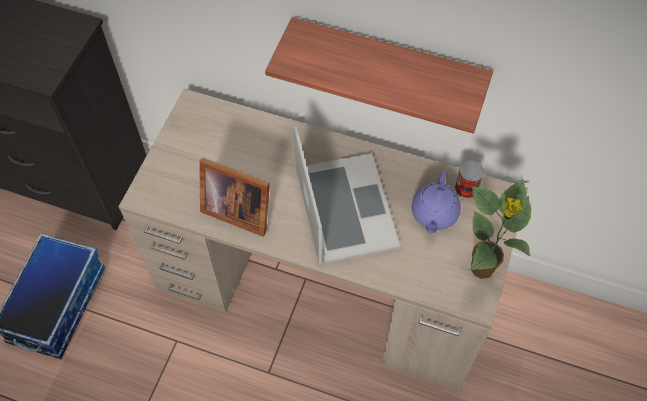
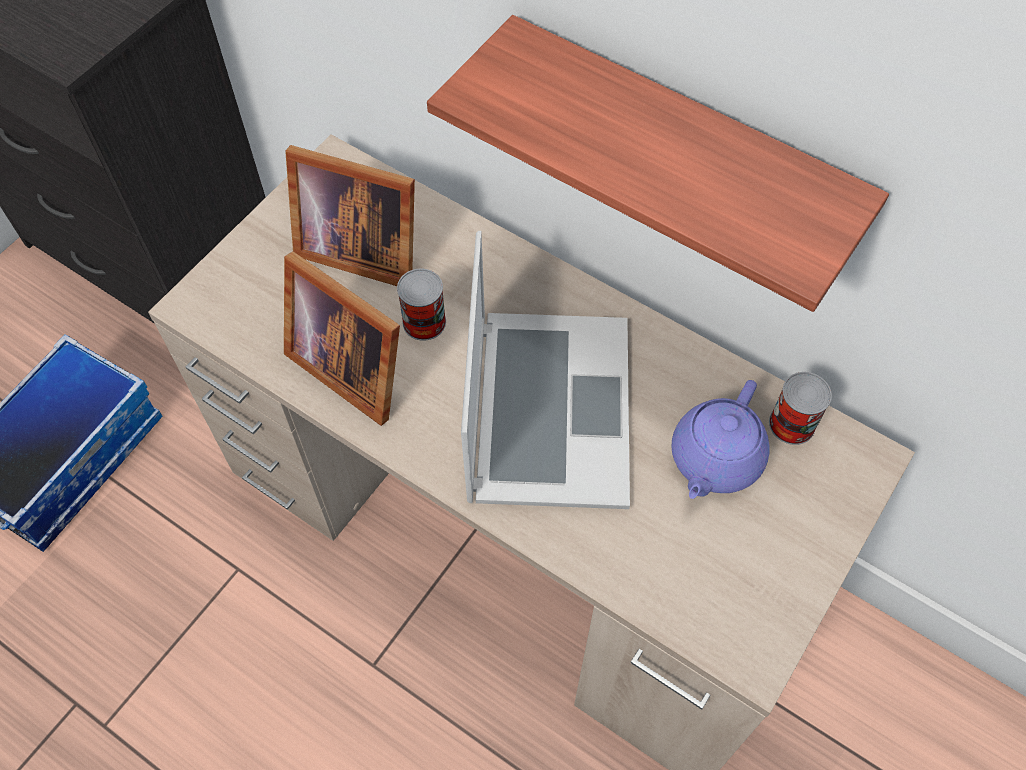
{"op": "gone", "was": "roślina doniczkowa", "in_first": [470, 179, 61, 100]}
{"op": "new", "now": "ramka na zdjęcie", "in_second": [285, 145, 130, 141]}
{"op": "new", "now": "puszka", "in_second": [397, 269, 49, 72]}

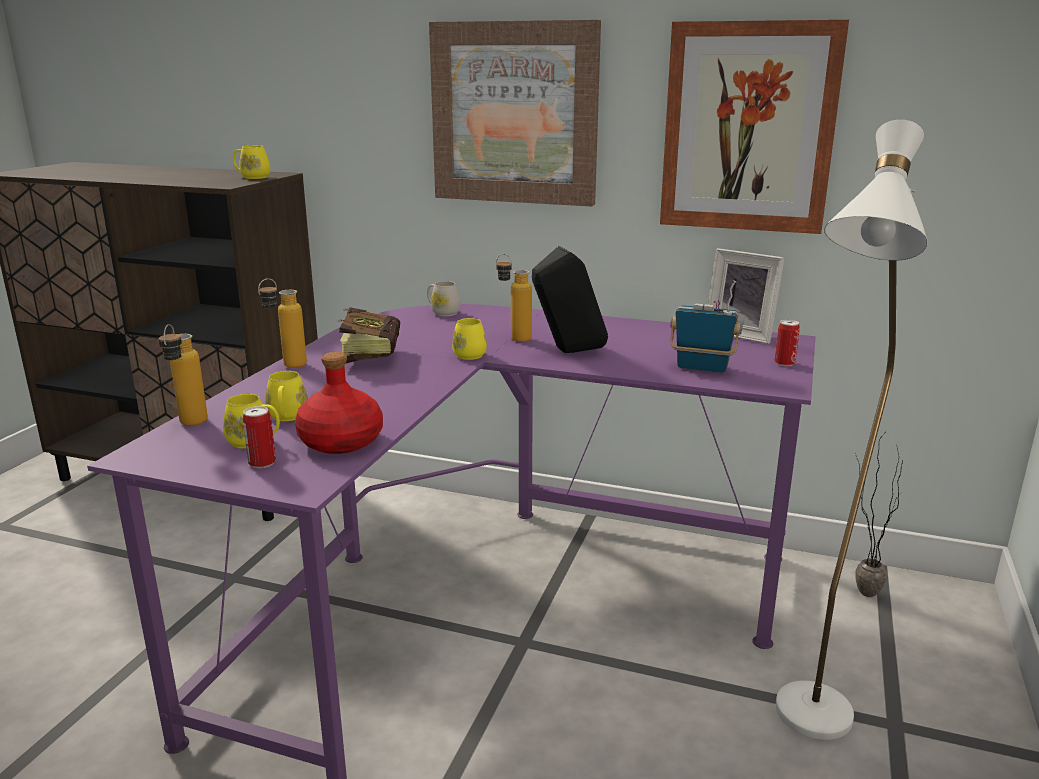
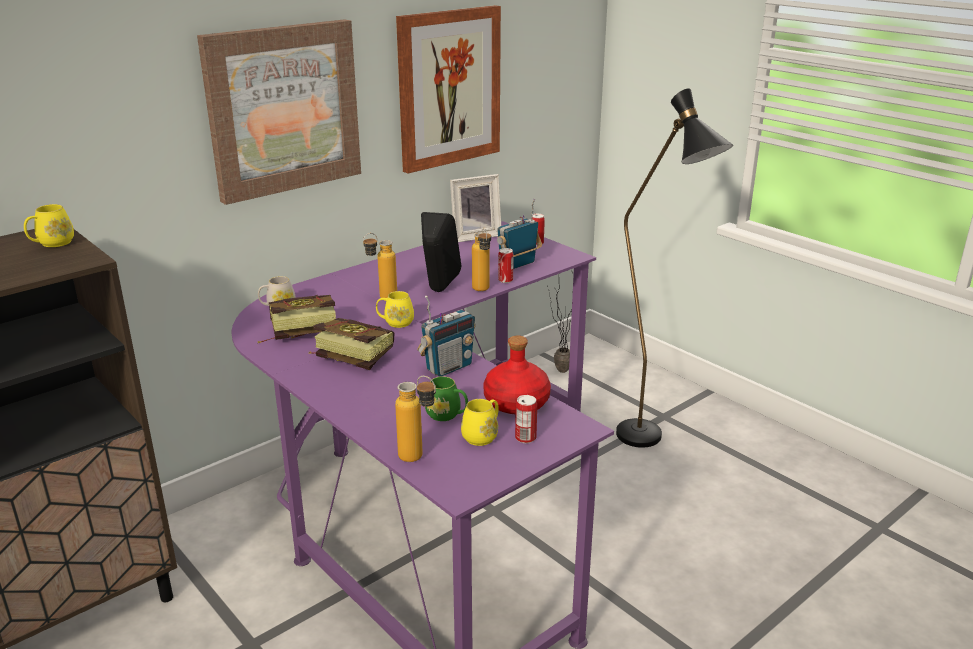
{"op": "new", "now": "książka", "in_second": [258, 295, 78, 48]}
{"op": "new", "now": "radio", "in_second": [417, 296, 59, 81]}
{"op": "new", "now": "puszka", "in_second": [498, 248, 16, 35]}
{"op": "shifted", "was": "butelka", "in_first": [258, 278, 49, 90], "in_second": [472, 227, 19, 64]}
{"op": "repainted", "was": "kubek [żółty]", "now": "kubek [zielony]", "in_first": [265, 370, 43, 51], "in_second": [425, 376, 43, 45]}
{"op": "repainted", "was": "lampa stojąca [biały]", "now": "lampa stojąca [czarny]", "in_first": [776, 120, 152, 620], "in_second": [616, 89, 117, 359]}

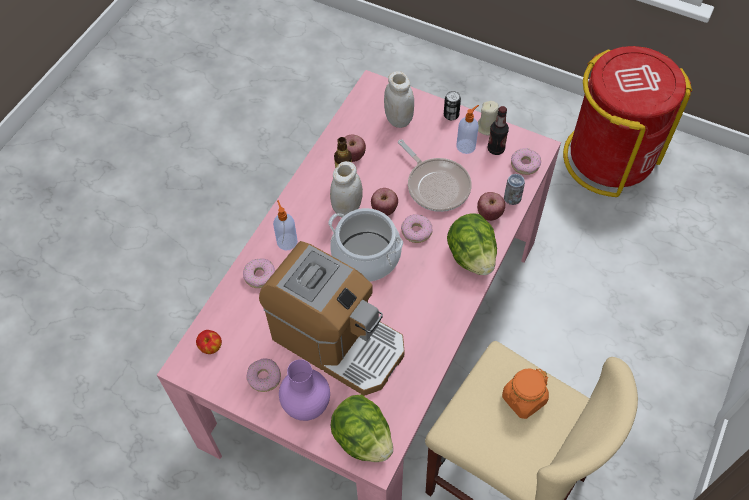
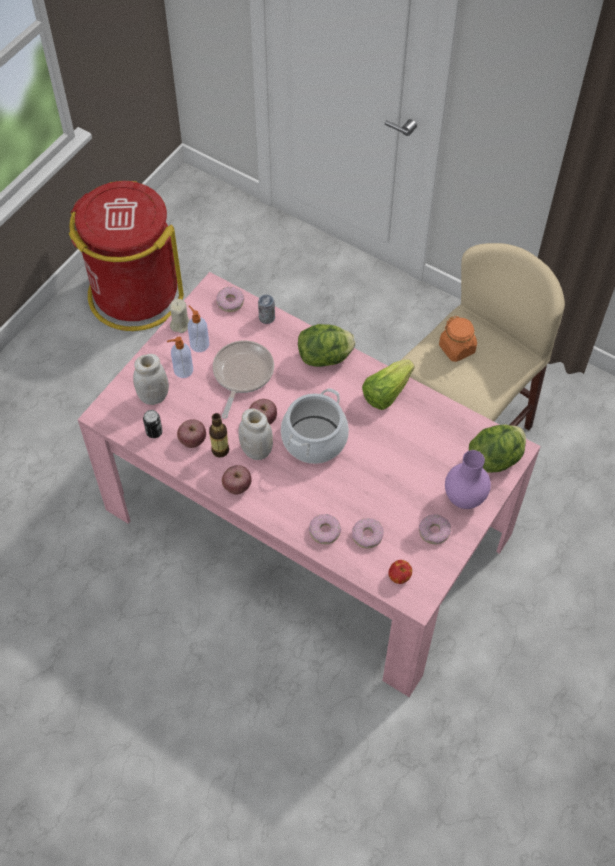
{"op": "gone", "was": "ekspres do kawy", "in_first": [259, 241, 145, 155]}
{"op": "gone", "was": "butelka", "in_first": [487, 106, 22, 49]}
{"op": "new", "now": "sałata", "in_second": [362, 359, 52, 51]}
{"op": "shifted", "was": "dozownik mydła", "in_first": [273, 200, 25, 51], "in_second": [167, 337, 26, 41]}
{"op": "shifted", "was": "donut", "in_first": [401, 214, 32, 29], "in_second": [352, 518, 32, 30]}
{"op": "shifted", "was": "puszka", "in_first": [444, 91, 17, 29], "in_second": [143, 410, 20, 28]}
{"op": "shifted", "was": "jabłko", "in_first": [477, 192, 28, 29], "in_second": [222, 465, 30, 29]}
{"op": "rotated", "was": "patelnia", "in_first": [398, 140, 74, 72], "in_second": [213, 340, 61, 79], "clockwise": -45}

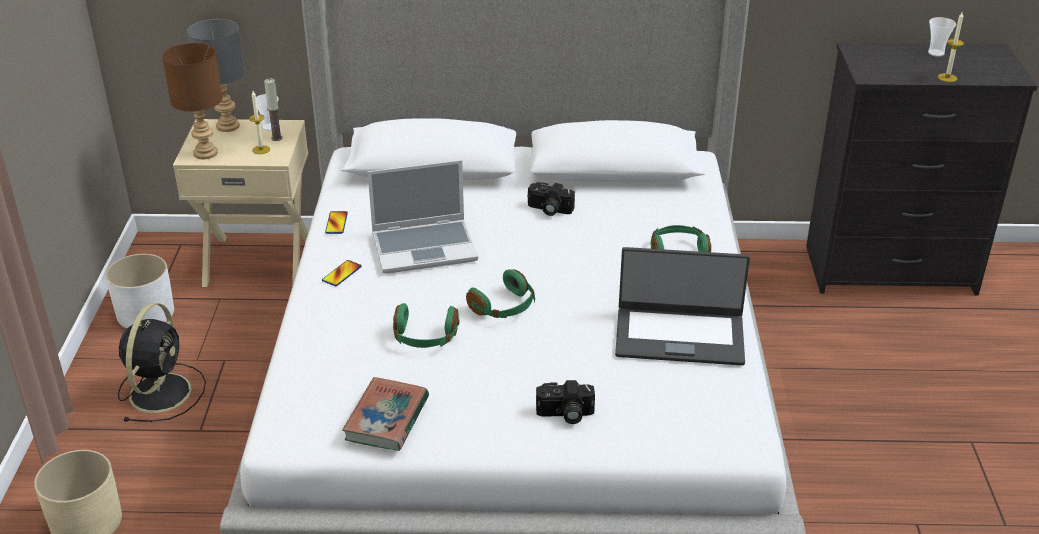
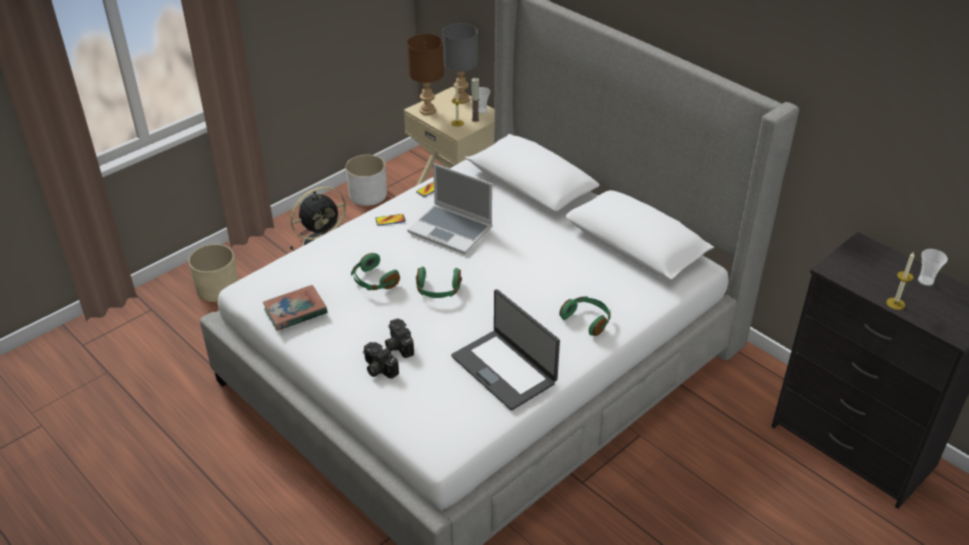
{"op": "shifted", "was": "aparat fotograficzny", "in_first": [527, 182, 48, 34], "in_second": [385, 318, 29, 40]}

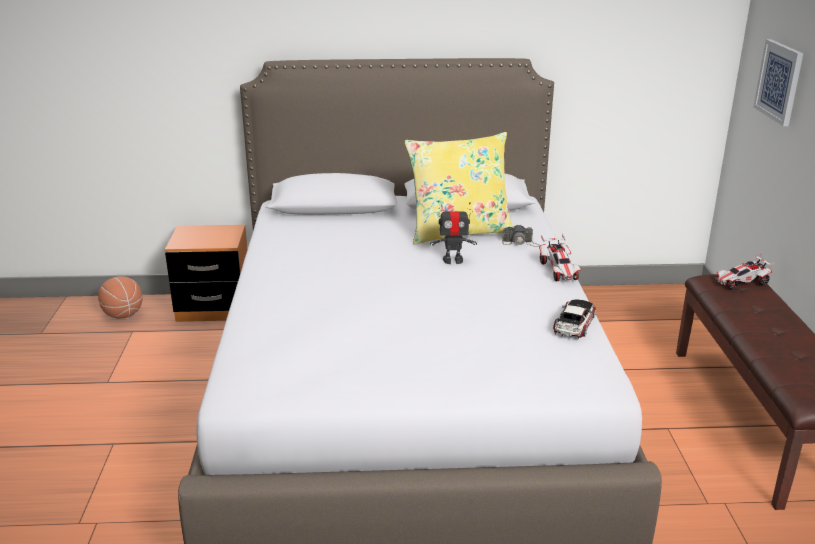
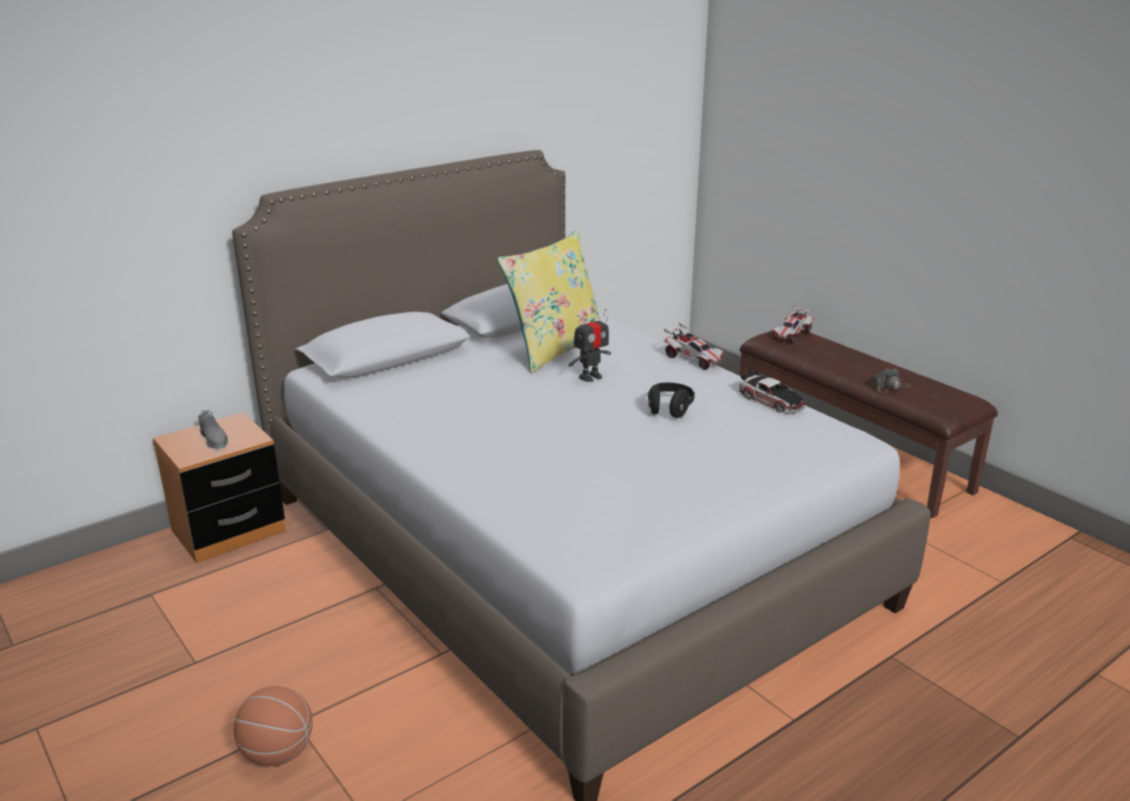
{"op": "gone", "was": "obraz", "in_first": [753, 39, 50, 87]}
{"op": "new", "now": "but [szary]", "in_second": [198, 410, 30, 39]}
{"op": "new", "now": "słuchawki [czarny]", "in_second": [648, 383, 47, 35]}
{"op": "shifted", "was": "piłka do koszykówki", "in_first": [98, 276, 45, 42], "in_second": [234, 686, 79, 80]}
{"op": "shifted", "was": "aparat fotograficzny", "in_first": [502, 224, 38, 23], "in_second": [873, 368, 37, 25]}
{"op": "rotated", "was": "samochodzik", "in_first": [553, 300, 43, 39], "in_second": [739, 370, 66, 44], "clockwise": 150}

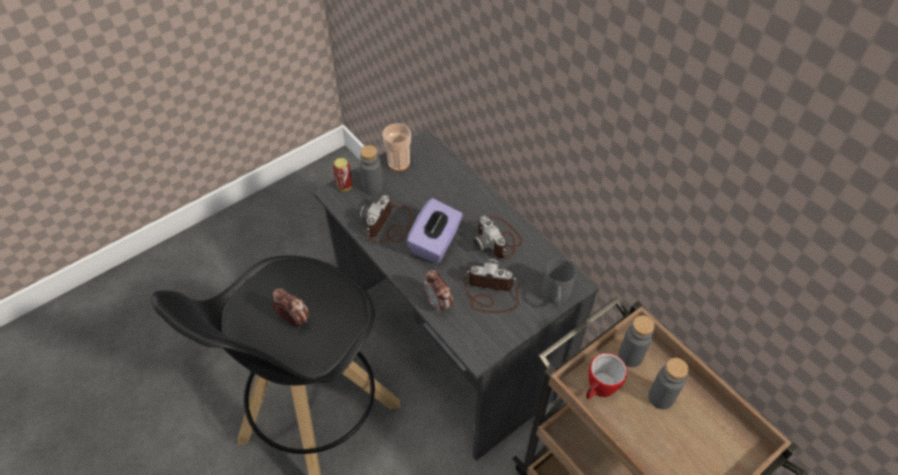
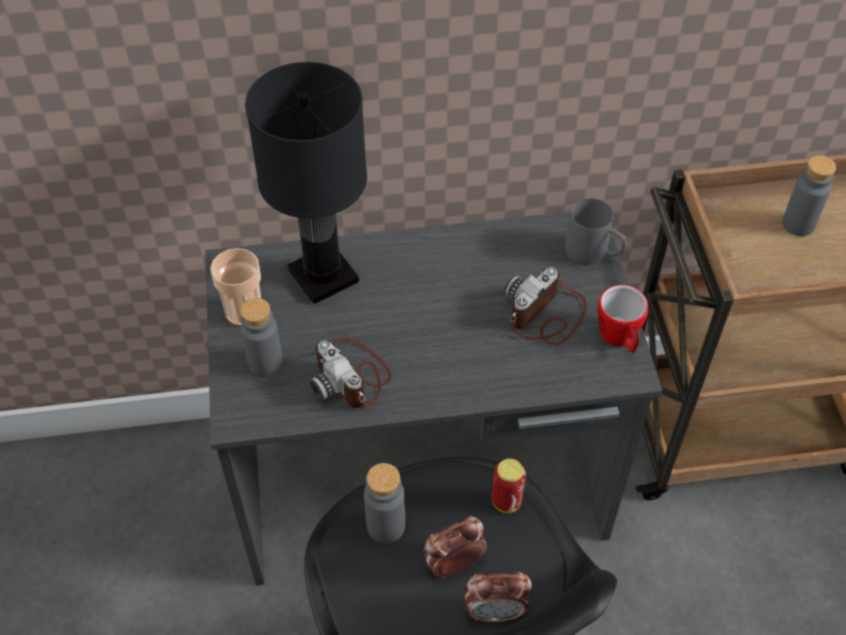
{"op": "gone", "was": "pudełko chusteczek [fioletowy]", "in_first": [406, 198, 57, 65]}
{"op": "gone", "was": "aparat fotograficzny", "in_first": [473, 216, 49, 42]}
{"op": "new", "now": "lampa stołowa [czarny]", "in_second": [245, 62, 122, 242]}
{"op": "shifted", "was": "puszka", "in_first": [333, 158, 19, 33], "in_second": [492, 458, 34, 55]}
{"op": "shifted", "was": "budzik", "in_first": [424, 270, 29, 44], "in_second": [465, 572, 67, 50]}
{"op": "shifted", "was": "kubek", "in_first": [586, 353, 41, 46], "in_second": [597, 285, 52, 68]}
{"op": "shifted", "was": "butelka [szary]", "in_first": [618, 315, 37, 52], "in_second": [364, 463, 41, 80]}

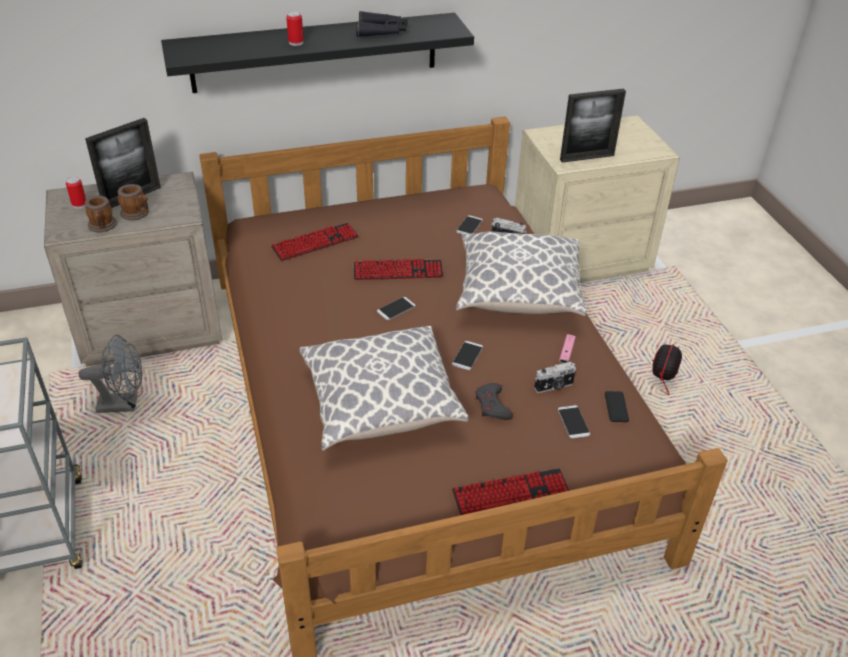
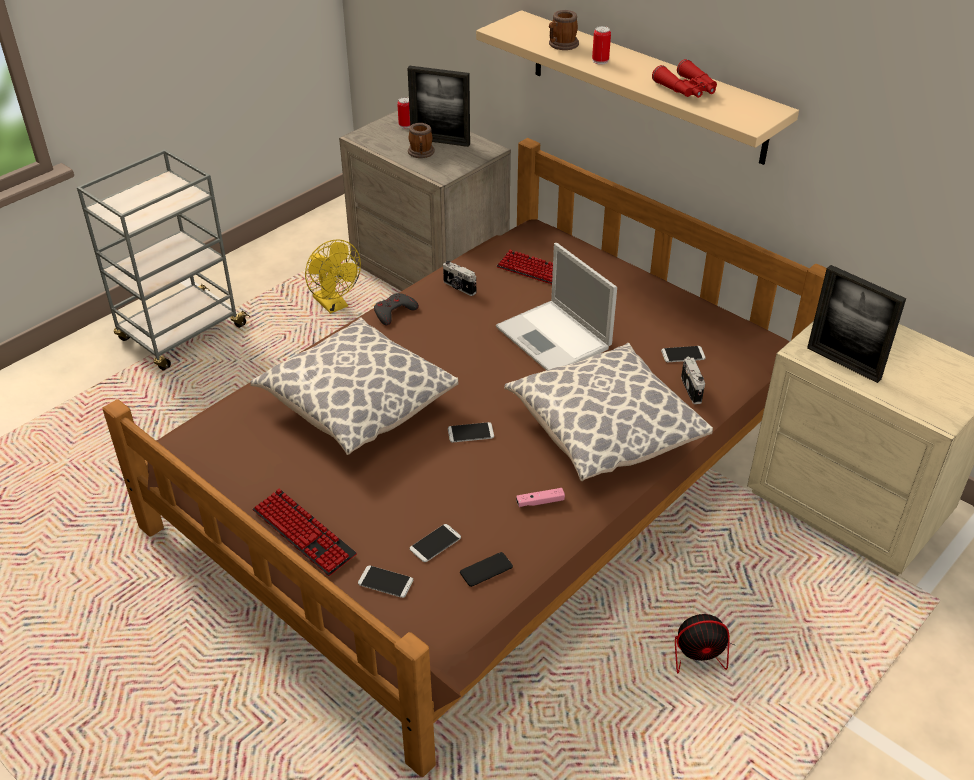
{"op": "shifted", "was": "kubek", "in_first": [85, 195, 32, 37], "in_second": [549, 10, 30, 40]}
{"op": "shifted", "was": "telefon", "in_first": [377, 297, 39, 23], "in_second": [358, 565, 55, 33]}
{"op": "shifted", "was": "pad do gier [szary]", "in_first": [476, 383, 37, 37], "in_second": [374, 293, 45, 32]}
{"op": "shifted", "was": "aparat fotograficzny", "in_first": [534, 362, 42, 31], "in_second": [443, 261, 33, 35]}
{"op": "swapped", "was": "klawiatura", "now": "laptop", "in_first": [354, 259, 89, 21], "in_second": [496, 243, 121, 127]}
{"op": "repainted", "was": "wentylator [szary]", "now": "wentylator [żółty]", "in_first": [79, 335, 63, 78], "in_second": [305, 239, 56, 75]}
{"op": "repainted", "was": "półka [czarny]", "now": "półka [beżowy]", "in_first": [161, 13, 313, 80], "in_second": [476, 10, 323, 155]}
{"op": "repainted", "was": "lornetka [czarny]", "now": "lornetka [czerwony]", "in_first": [356, 11, 51, 26], "in_second": [652, 59, 65, 39]}

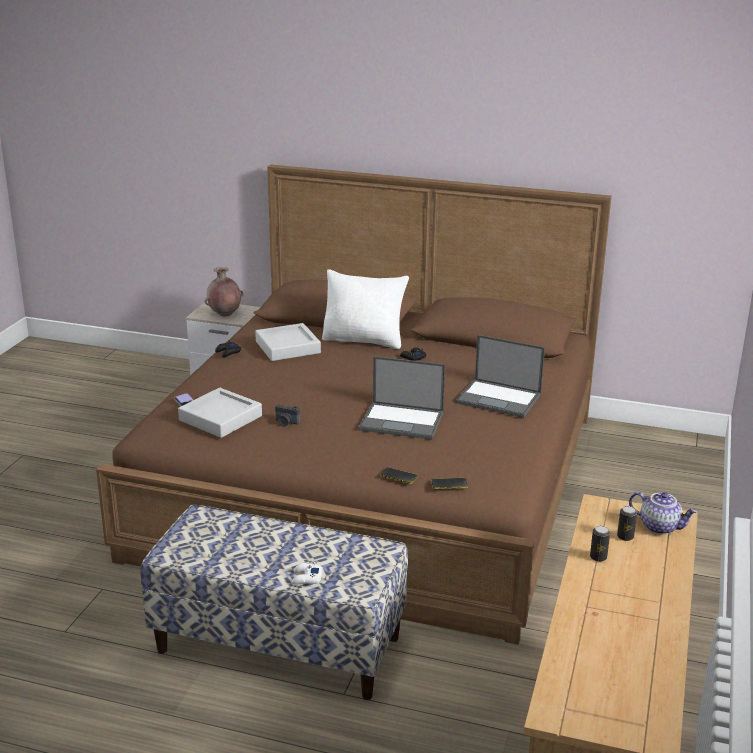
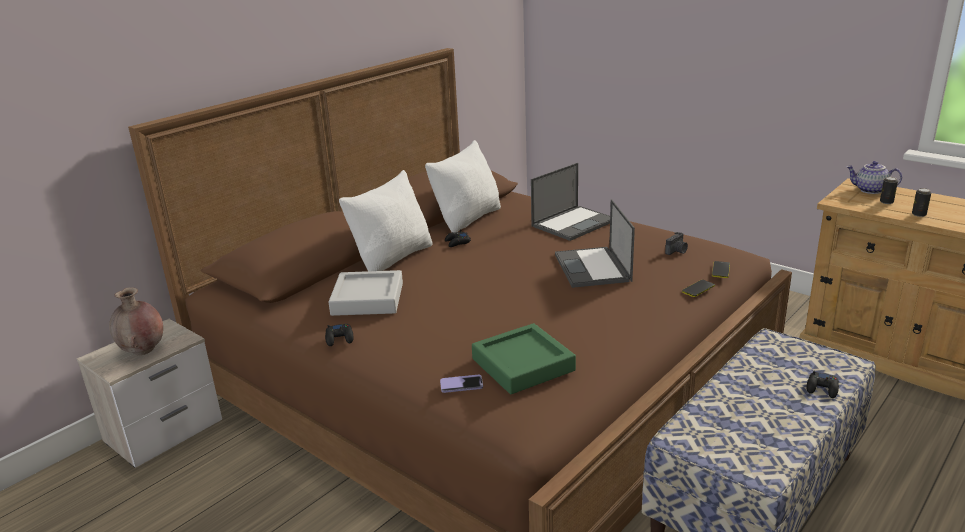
{"op": "new", "now": "poduszka [biały]", "in_second": [425, 140, 76, 93]}
{"op": "shifted", "was": "aparat fotograficzny", "in_first": [275, 405, 25, 22], "in_second": [665, 232, 23, 23]}
{"op": "repainted", "was": "taca [szary]", "now": "taca [zielony]", "in_first": [178, 388, 84, 50], "in_second": [472, 323, 104, 71]}
{"op": "repainted", "was": "pad do gier [biały]", "now": "pad do gier [czarny]", "in_first": [291, 562, 32, 23], "in_second": [806, 371, 33, 27]}
{"op": "rotated", "was": "laptop", "in_first": [359, 356, 86, 84], "in_second": [555, 199, 80, 89], "clockwise": 135}
{"op": "rotated", "was": "imbryk", "in_first": [629, 492, 69, 43], "in_second": [846, 161, 56, 33], "clockwise": -120}

